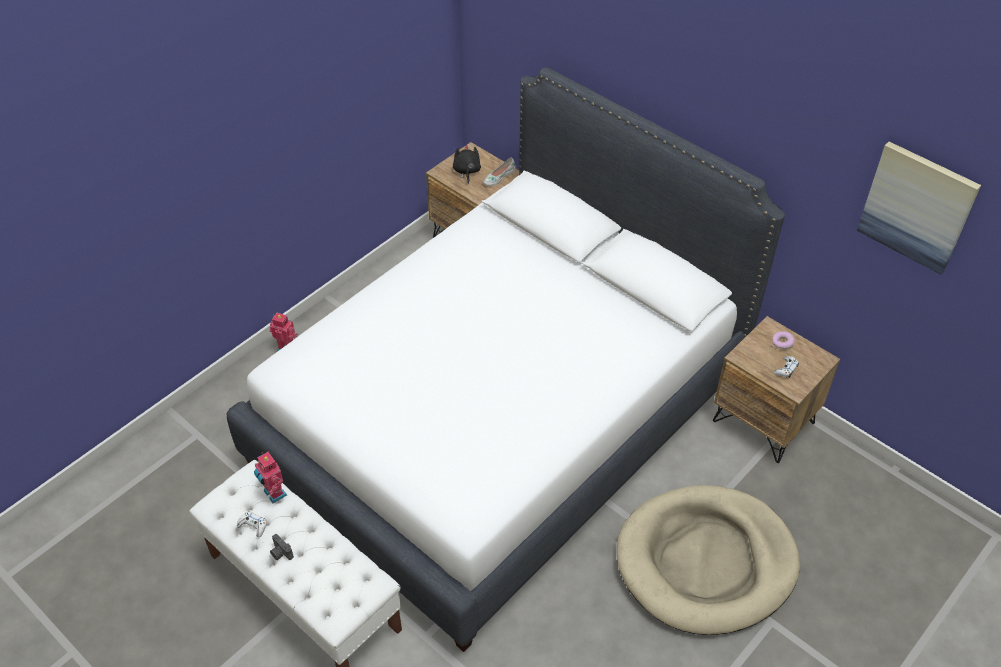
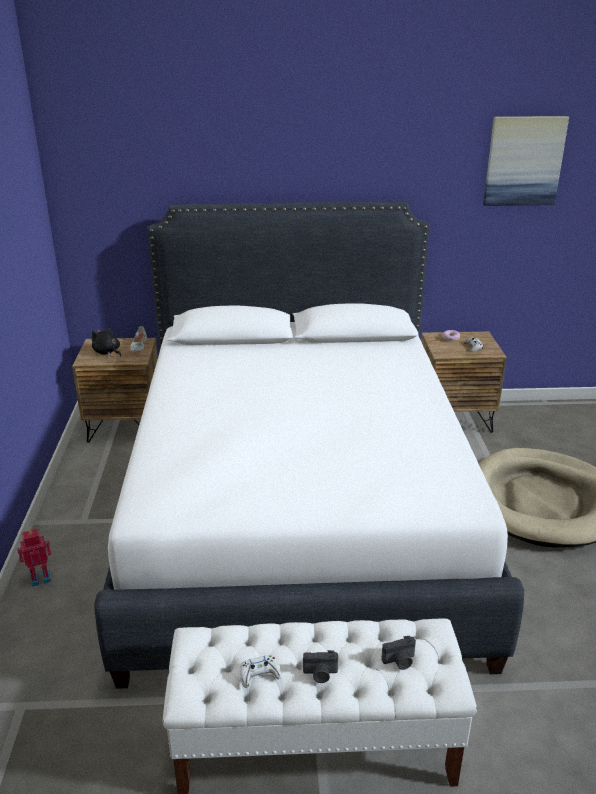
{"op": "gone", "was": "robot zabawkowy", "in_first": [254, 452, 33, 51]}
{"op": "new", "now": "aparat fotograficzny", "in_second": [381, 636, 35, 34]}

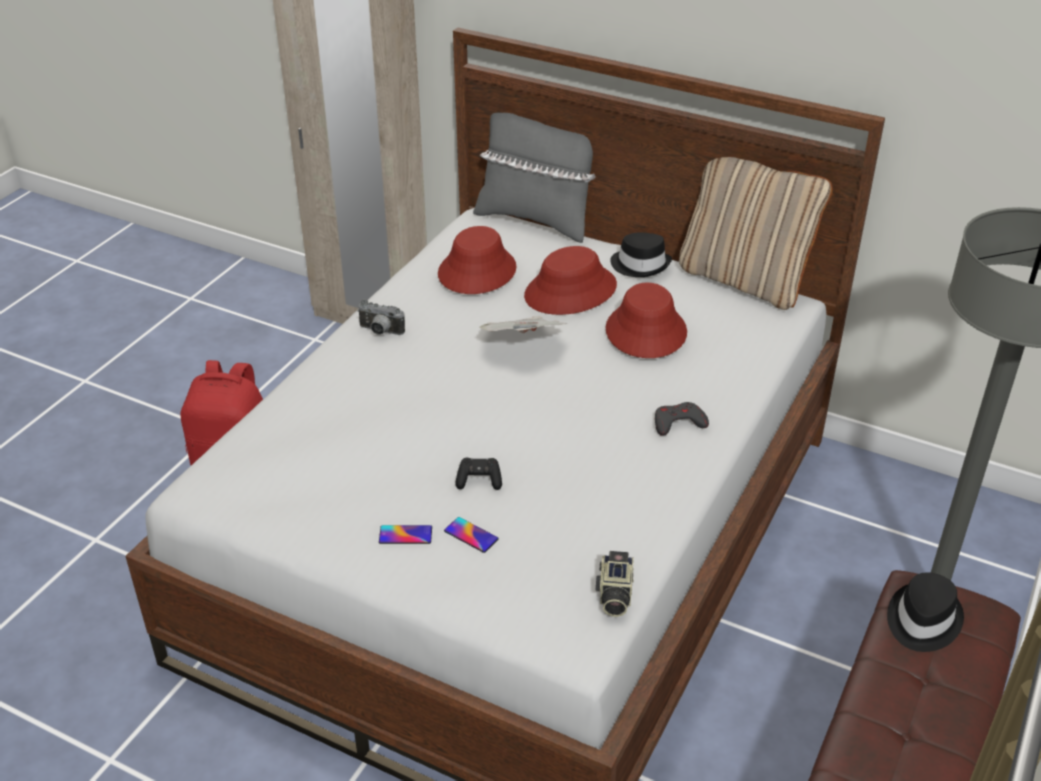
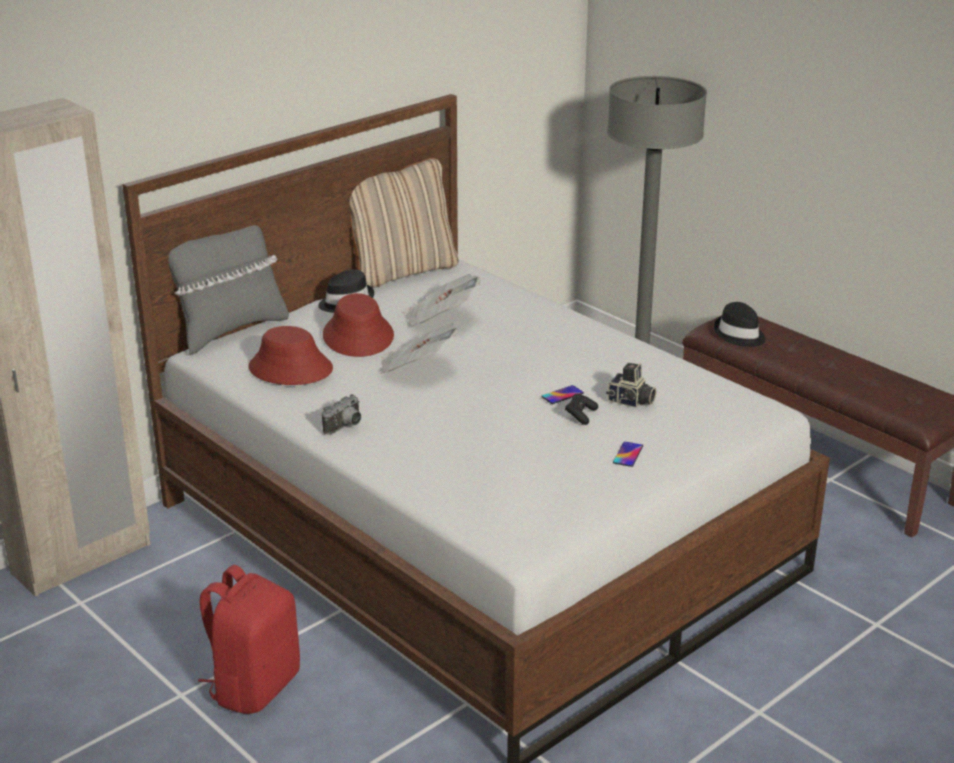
{"op": "gone", "was": "pad do gier [szary]", "in_first": [655, 402, 54, 34]}
{"op": "shifted", "was": "telefon", "in_first": [444, 517, 55, 36], "in_second": [541, 385, 43, 19]}
{"op": "shifted", "was": "aparat fotograficzny", "in_first": [595, 551, 39, 66], "in_second": [606, 363, 50, 45]}
{"op": "swapped", "was": "kapelusz [czerwony]", "now": "gazeta", "in_first": [606, 283, 81, 75], "in_second": [403, 274, 77, 53]}

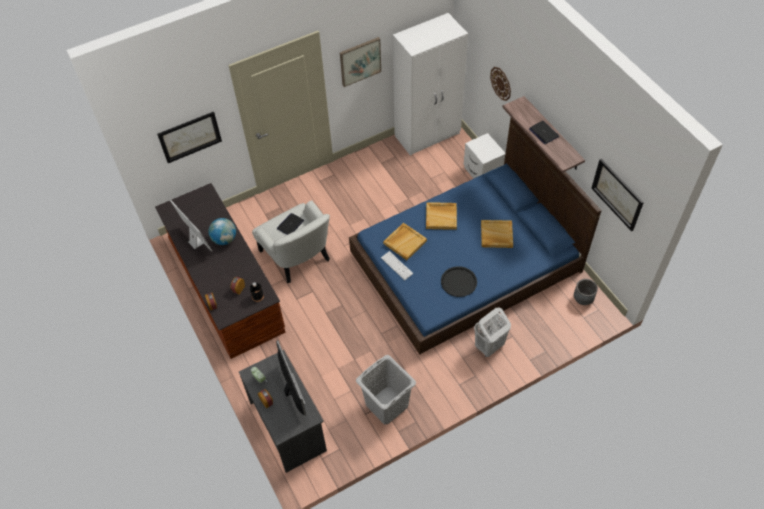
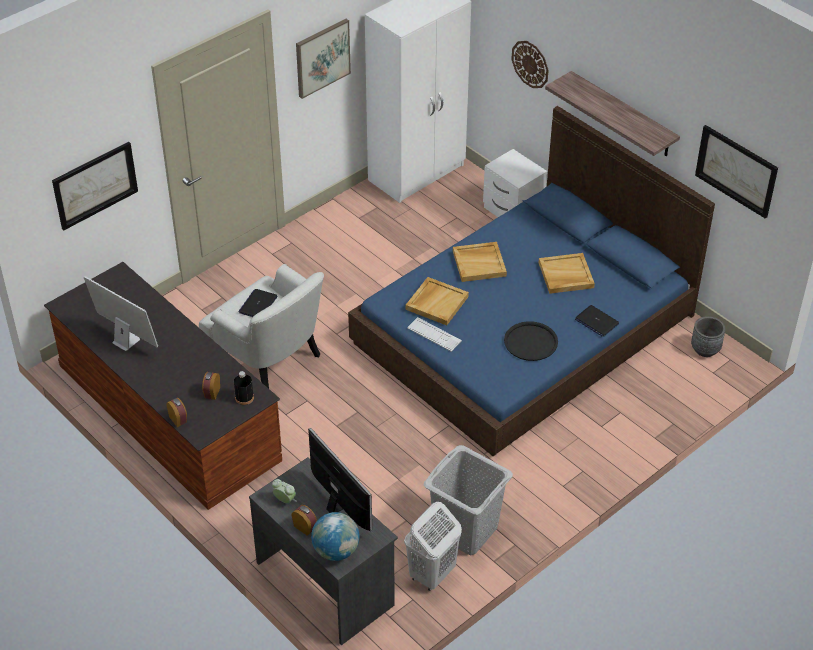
{"op": "shifted", "was": "globus", "in_first": [209, 218, 27, 27], "in_second": [311, 512, 49, 49]}
{"op": "shifted", "was": "kosz na pranie [biały]", "in_first": [474, 307, 37, 50], "in_second": [404, 502, 58, 89]}
{"op": "shifted", "was": "laptop", "in_first": [529, 121, 30, 23], "in_second": [575, 305, 44, 32]}

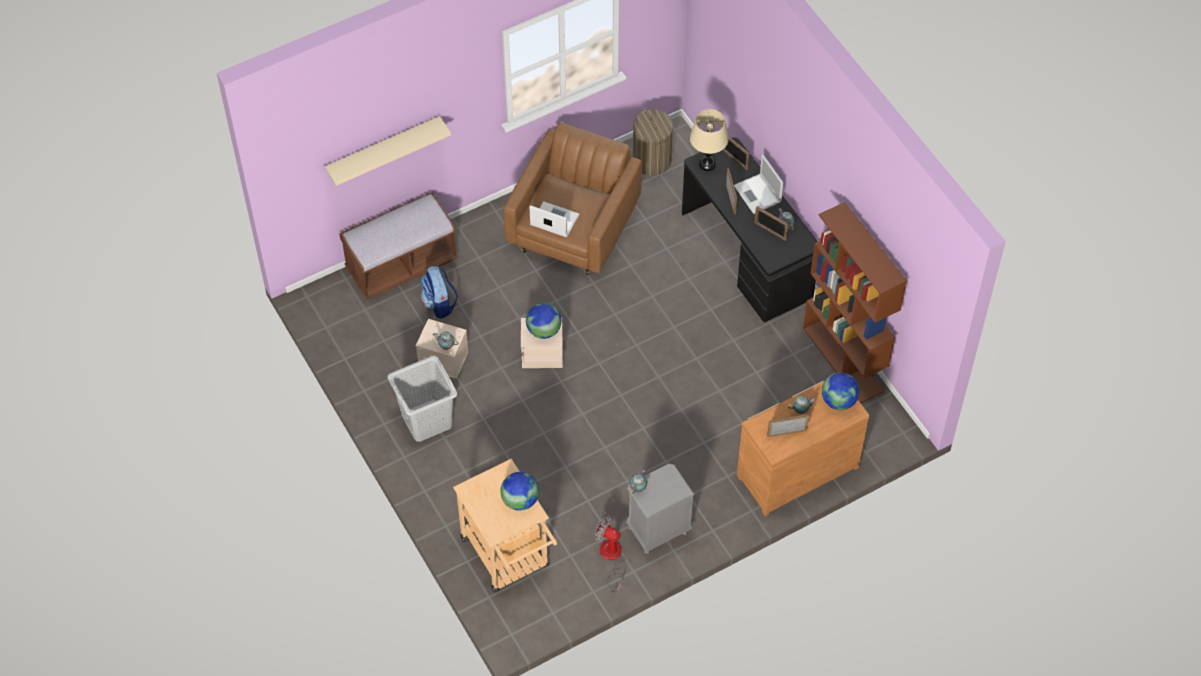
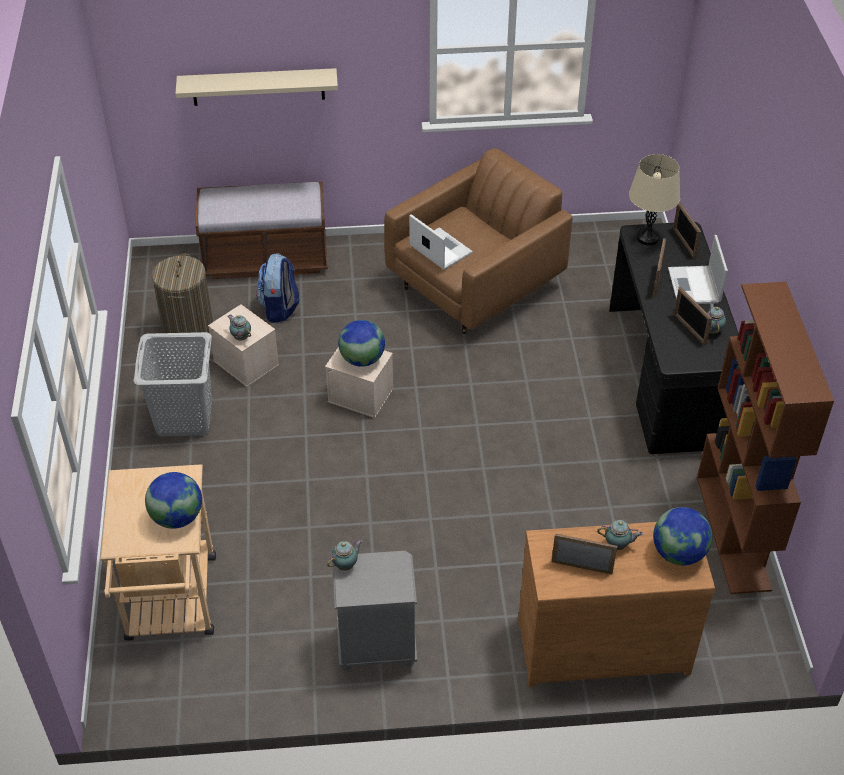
{"op": "gone", "was": "wentylator", "in_first": [594, 517, 31, 75]}
{"op": "shifted", "was": "kosz na pranie", "in_first": [633, 108, 40, 68], "in_second": [152, 254, 61, 79]}

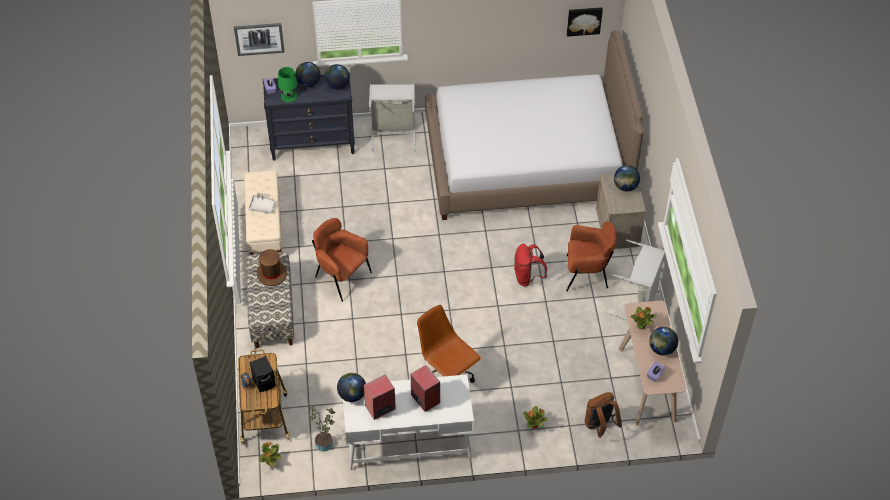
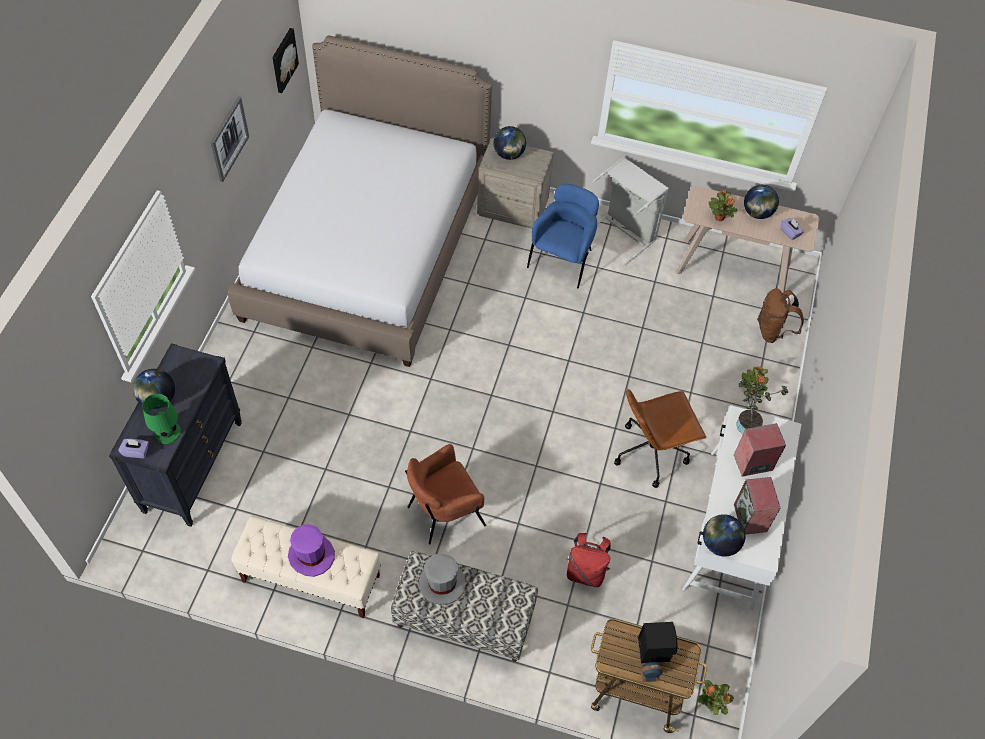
{"op": "gone", "was": "globus", "in_first": [324, 64, 26, 26]}
{"op": "gone", "was": "kosz na pranie [szary]", "in_first": [369, 84, 47, 68]}
{"op": "shifted", "was": "obraz", "in_first": [234, 23, 51, 33], "in_second": [210, 96, 39, 86]}
{"op": "shifted", "was": "roślina doniczkowa", "in_first": [309, 405, 26, 47], "in_second": [736, 379, 52, 55]}
{"op": "shifted", "was": "plecak [czerwony]", "in_first": [514, 244, 33, 43], "in_second": [566, 533, 45, 54]}
{"op": "swapped", "was": "taca [szary]", "now": "kapelusz [fioletowy]", "in_first": [248, 192, 27, 21], "in_second": [288, 524, 47, 53]}
{"op": "repainted", "was": "kapelusz [brązowy]", "now": "kapelusz [szary]", "in_first": [257, 249, 30, 37], "in_second": [419, 553, 47, 52]}
{"op": "repainted", "was": "fotel [brązowy]", "now": "fotel [niebieski]", "in_first": [566, 221, 51, 71], "in_second": [527, 184, 72, 104]}

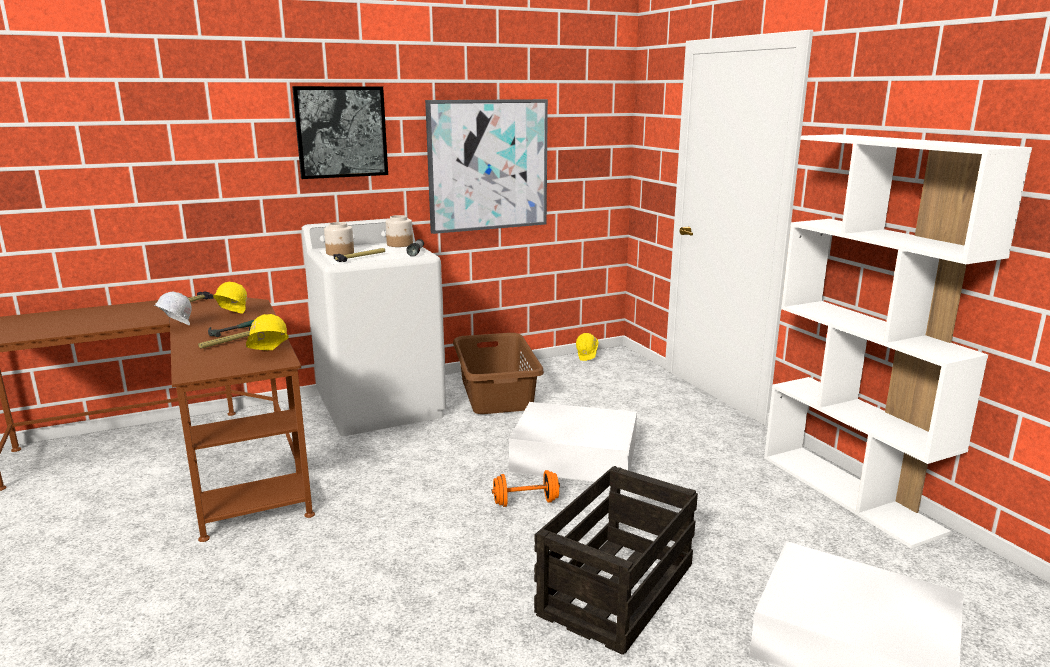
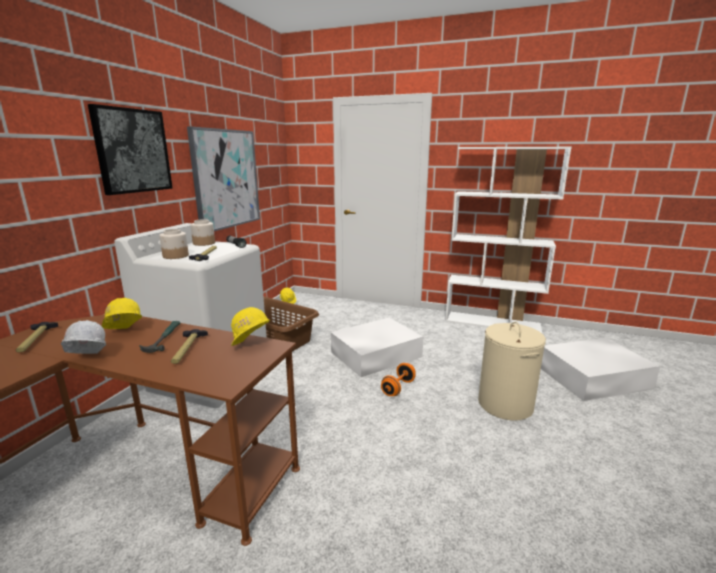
{"op": "swapped", "was": "skrzynka", "now": "kosz na pranie [beżowy]", "in_first": [534, 466, 164, 189], "in_second": [478, 322, 68, 99]}

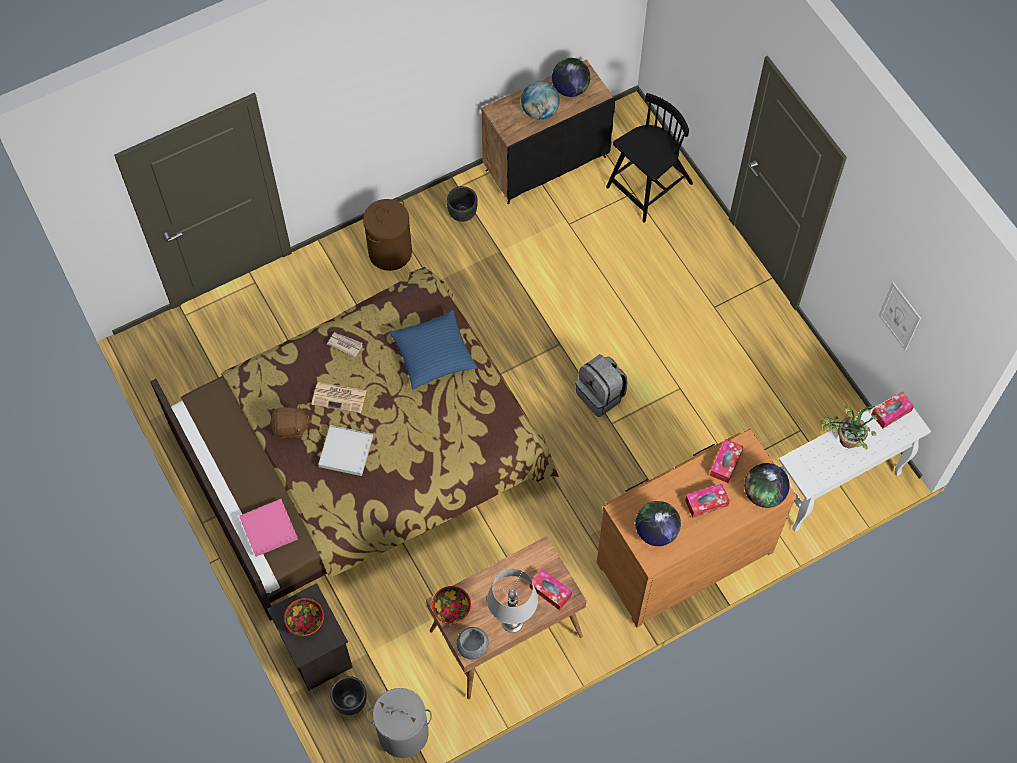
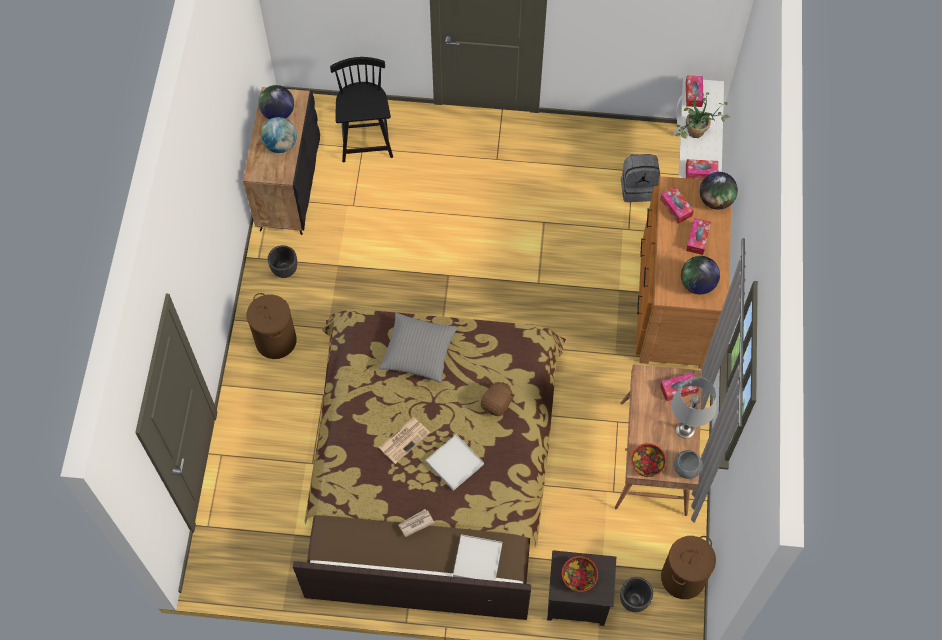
{"op": "gone", "was": "obraz", "in_first": [878, 282, 43, 68]}
{"op": "new", "now": "pudełko chusteczek", "in_second": [686, 159, 32, 21]}
{"op": "shifted", "was": "pluszak [brązowy]", "in_first": [270, 404, 41, 35], "in_second": [481, 381, 34, 35]}
{"op": "shifted", "was": "gazeta", "in_first": [327, 332, 36, 26], "in_second": [398, 509, 36, 28]}
{"op": "shifted", "was": "plecak [szary]", "in_first": [576, 354, 51, 63], "in_second": [621, 154, 39, 48]}
{"op": "repainted", "was": "taca [różowy]", "now": "taca [biały]", "in_first": [239, 499, 59, 58], "in_second": [453, 535, 49, 46]}
{"op": "repainted", "was": "kosz na pranie [szary]", "now": "kosz na pranie [brązowy]", "in_first": [366, 688, 66, 70], "in_second": [661, 536, 55, 63]}
{"op": "repainted", "was": "poduszka [niebieski]", "now": "poduszka [szary]", "in_first": [389, 310, 88, 80], "in_second": [379, 313, 79, 70]}

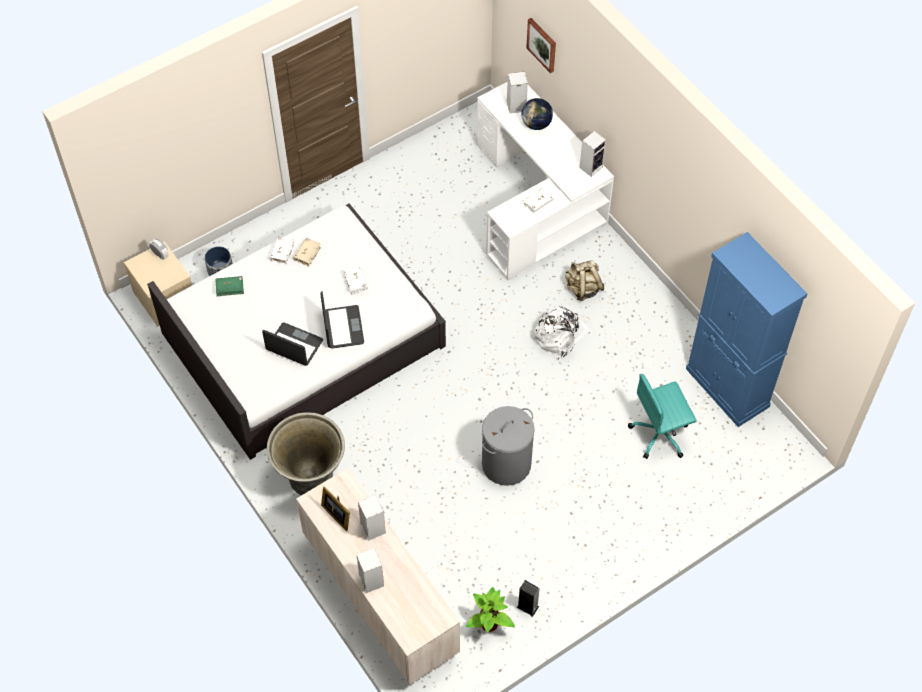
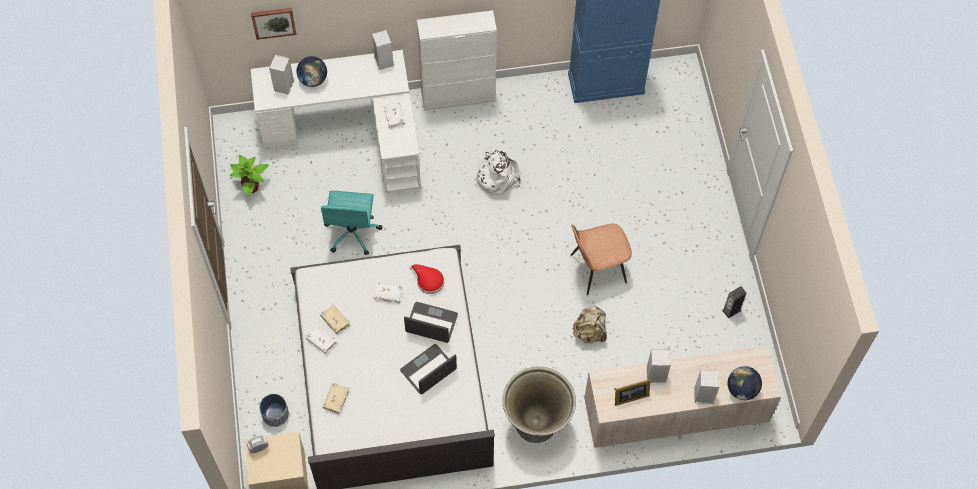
{"op": "new", "now": "kapelusz [czerwony]", "in_second": [409, 264, 35, 30]}
{"op": "new", "now": "szafka [biały]", "in_second": [417, 10, 80, 101]}
{"op": "new", "now": "globus", "in_second": [728, 366, 34, 34]}
{"op": "shifted", "was": "roślina doniczkowa", "in_first": [466, 587, 49, 46], "in_second": [230, 155, 39, 41]}
{"op": "shifted", "was": "plecak [beżowy]", "in_first": [565, 260, 39, 41], "in_second": [573, 305, 34, 38]}
{"op": "shifted", "was": "krzesło biurowe [turkusowy]", "in_first": [628, 374, 69, 85], "in_second": [321, 191, 61, 64]}
{"op": "swapped", "was": "kosz na pranie [szary]", "now": "krzesło [brązowy]", "in_first": [482, 406, 53, 80], "in_second": [571, 224, 61, 71]}
{"op": "repainted", "was": "książka [zielony]", "now": "książka [beżowy]", "in_first": [215, 276, 29, 21], "in_second": [323, 383, 26, 32]}

